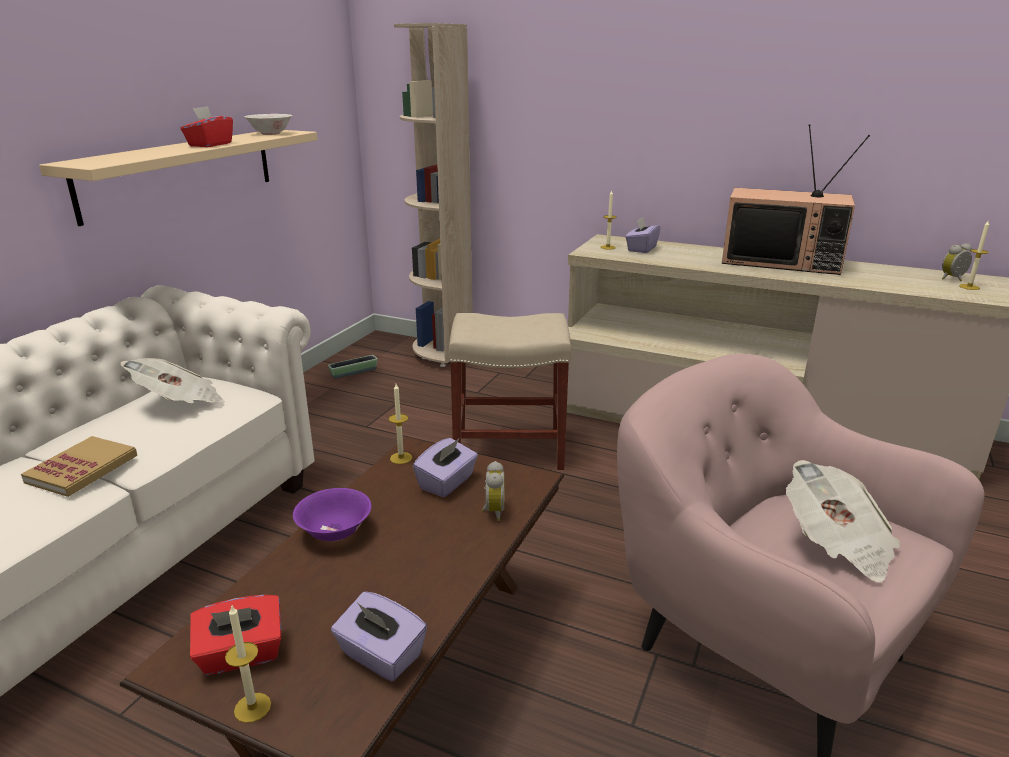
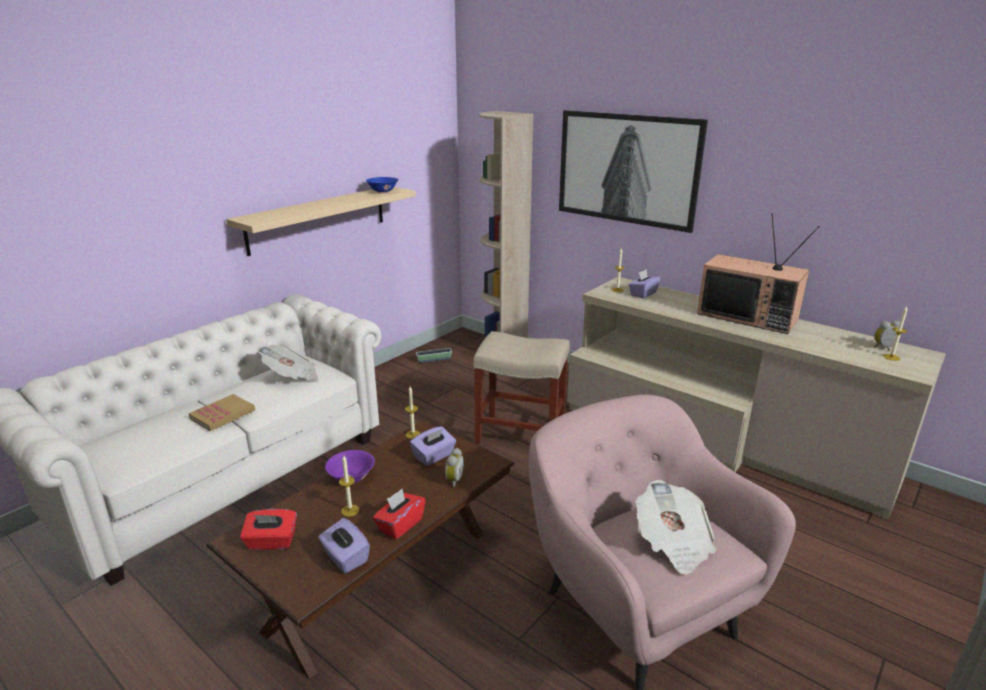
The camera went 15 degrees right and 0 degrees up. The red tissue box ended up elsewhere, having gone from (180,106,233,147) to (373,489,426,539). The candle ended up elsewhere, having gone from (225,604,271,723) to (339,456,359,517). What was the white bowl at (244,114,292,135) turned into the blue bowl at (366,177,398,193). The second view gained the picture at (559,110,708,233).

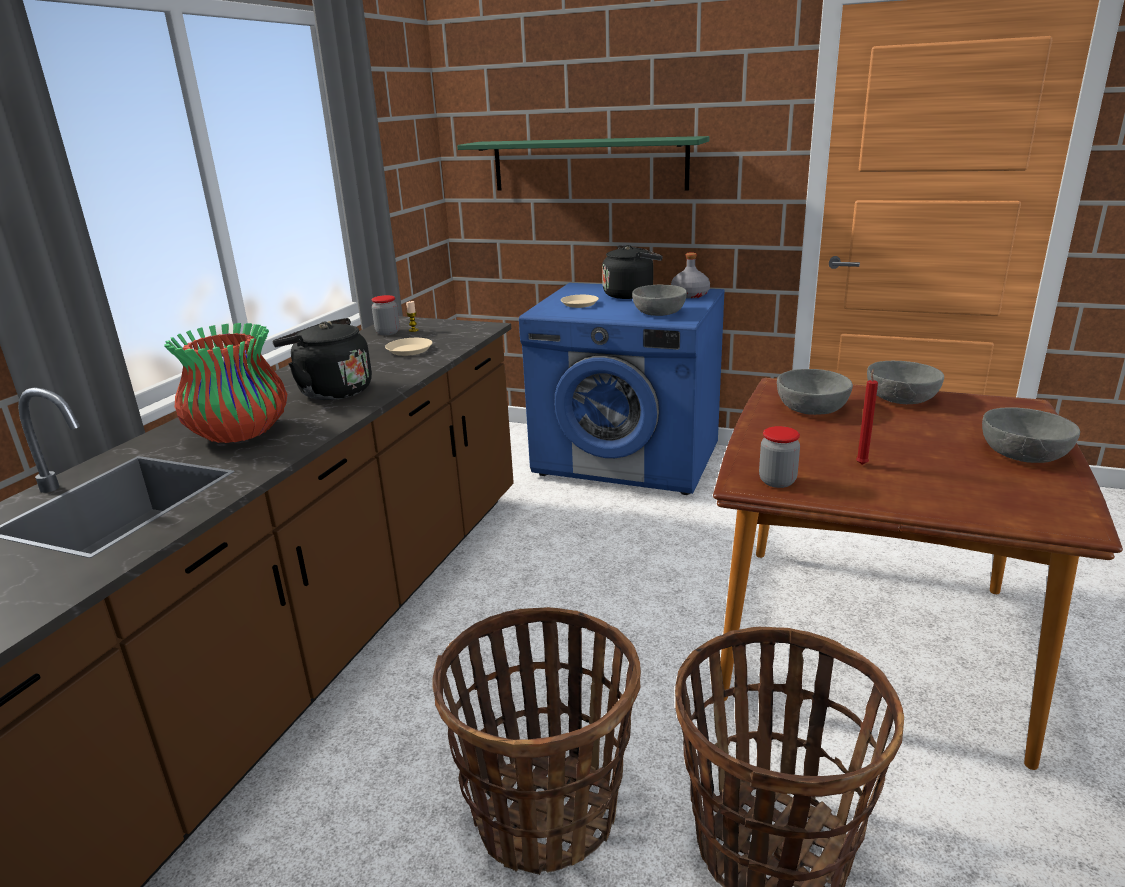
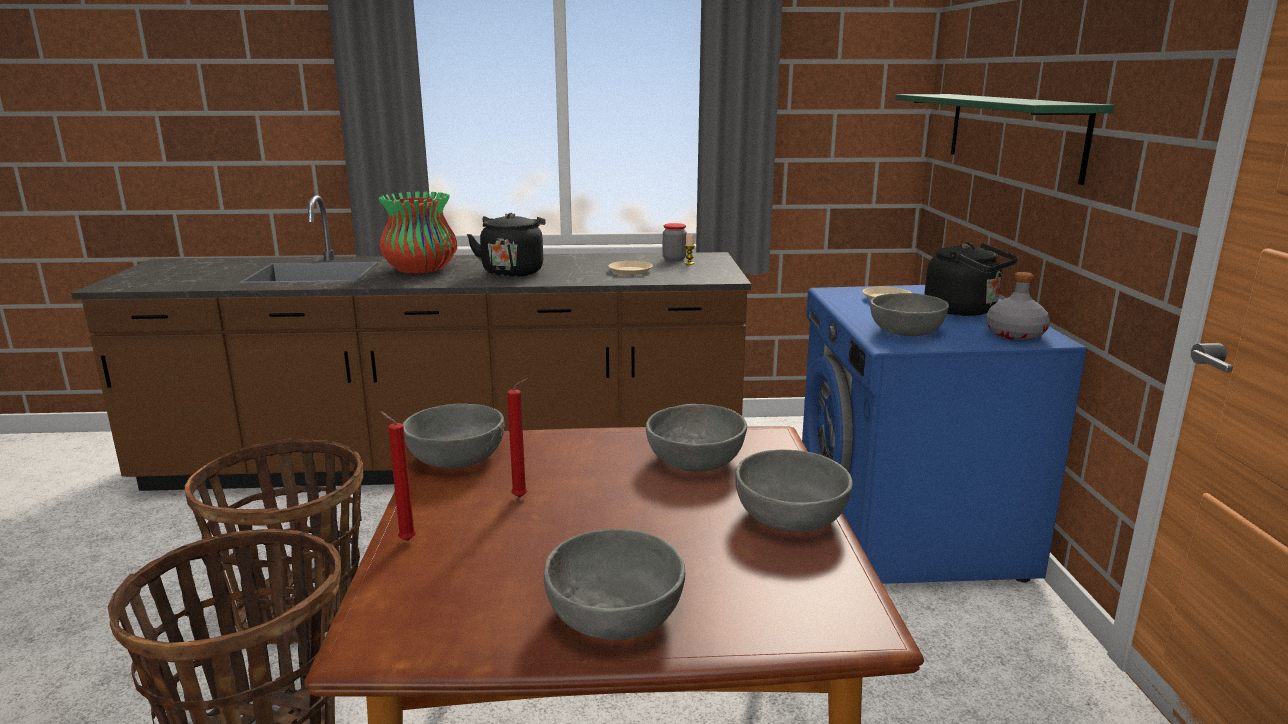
The camera went 65 degrees right and 5 degrees down. Where the jar stood at (759,426,800,488), the grey bowl came to stand at (403,404,504,468). The second view gained the red candle at (380,411,416,541).

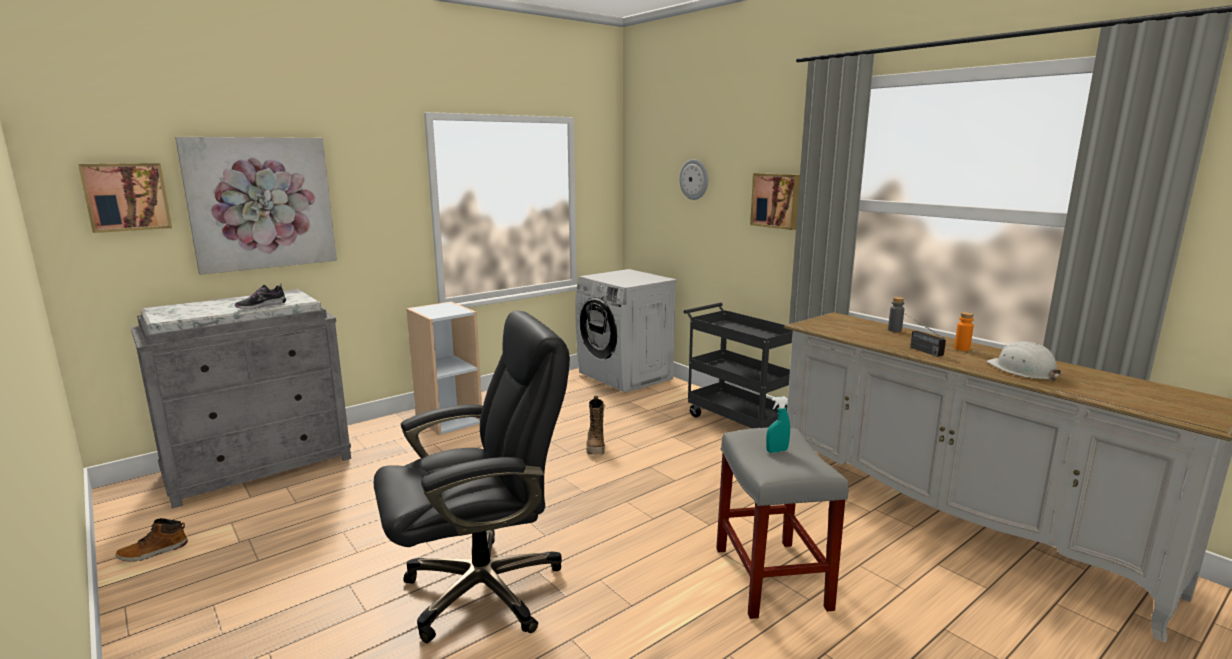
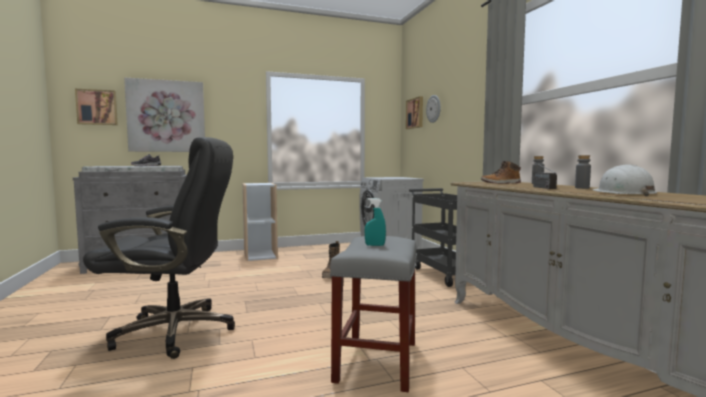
The camera went 20 degrees right and 10 degrees down. The boot ended up elsewhere, having gone from (115,518,188,562) to (481,161,521,184). The picture ended up elsewhere, having gone from (750,173,800,230) to (406,96,423,129). What was the orange bottle at (954,312,974,351) turned into the grey bottle at (575,155,591,189).

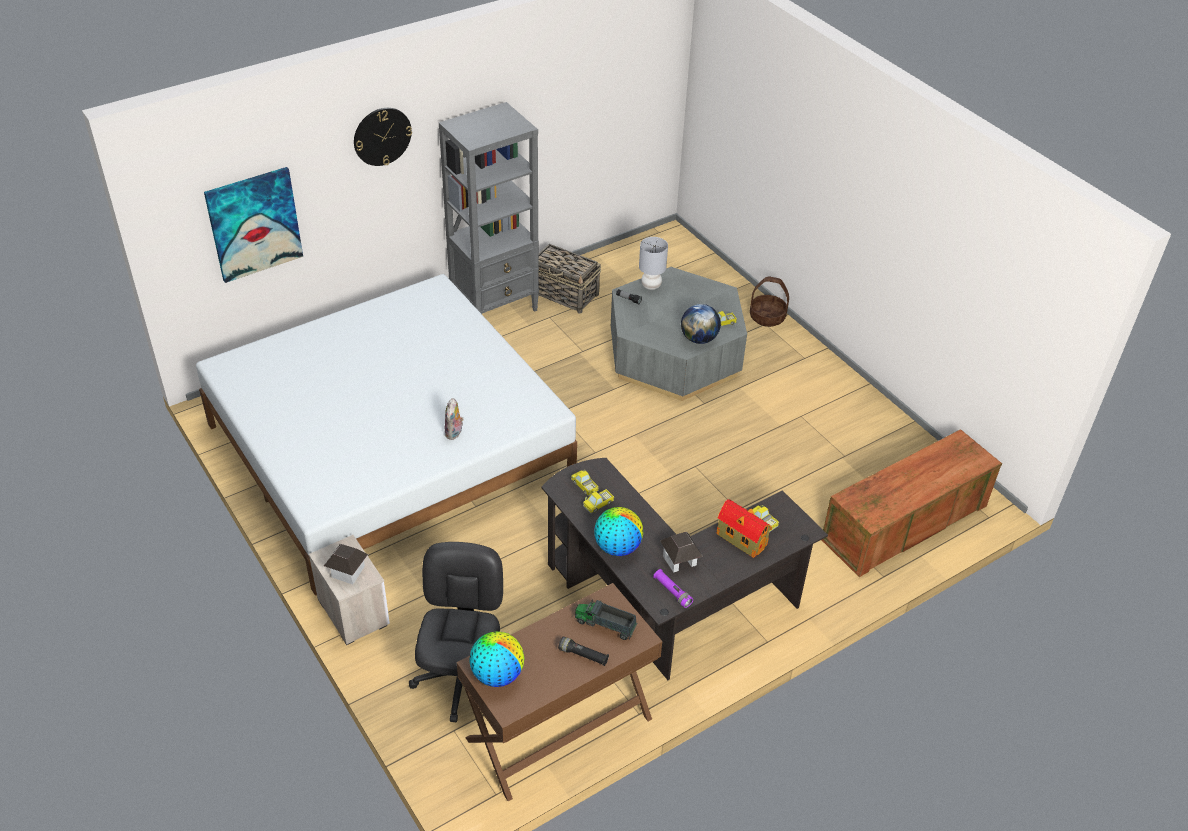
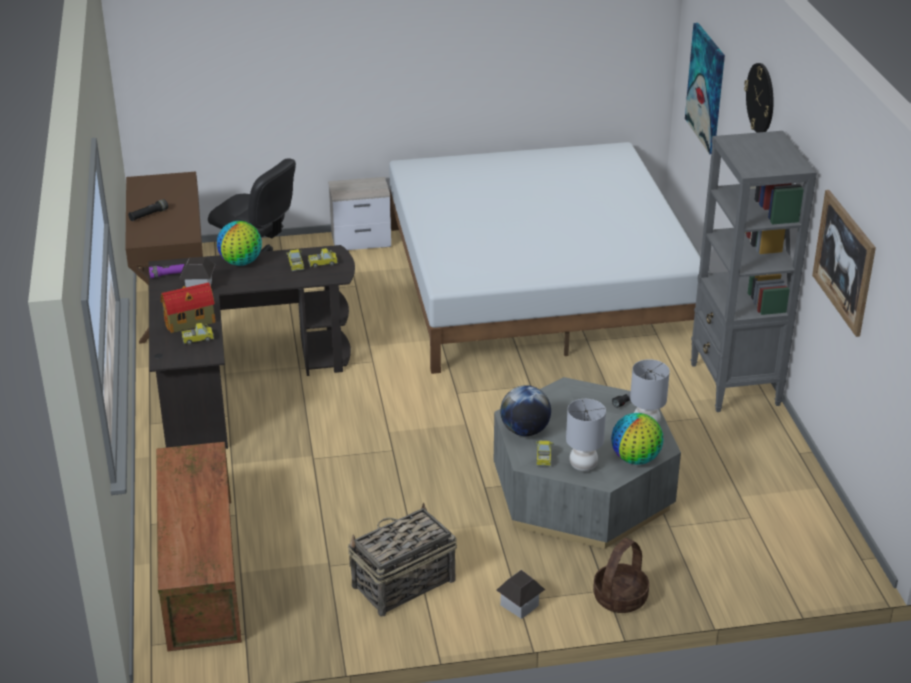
The camera went 115 degrees right and 10 degrees down. The toy house ended up elsewhere, having gone from (324,544,368,584) to (496,570,545,619). The second view lost the plush toy at (445,398,464,440). The globe ended up elsewhere, having gone from (469,631,524,687) to (611,413,664,465). The basket ended up elsewhere, having gone from (538,244,601,314) to (348,503,457,616). The second view lost the toy truck at (575,600,638,640). The second view gained the grey table lamp at (566,399,606,471). The second view gained the picture at (812,190,876,337).

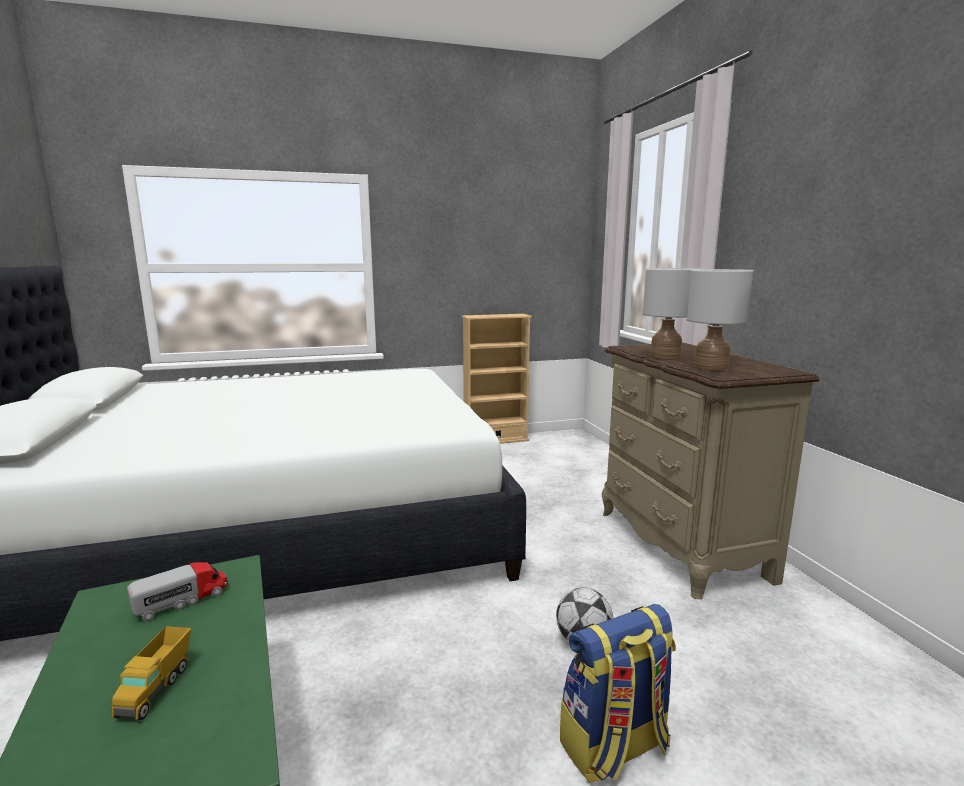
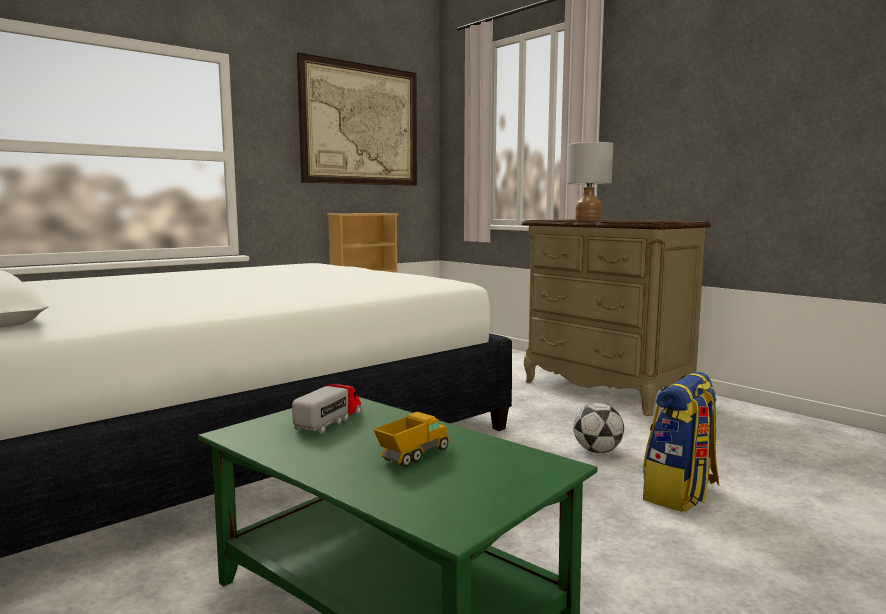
The camera went 25 degrees left and 5 degrees down. The toy truck at (111,626,191,720) ended up facing another way, 120 degrees counterclockwise from before. The second view lost the grey table lamp at (687,269,753,371). The second view gained the picture at (297,52,417,186).

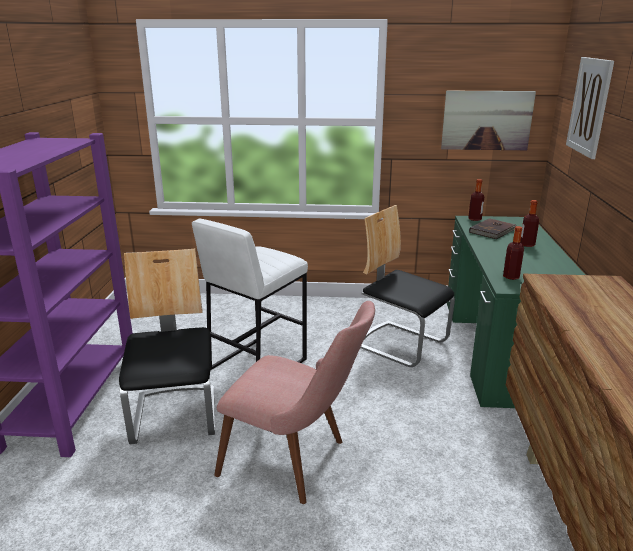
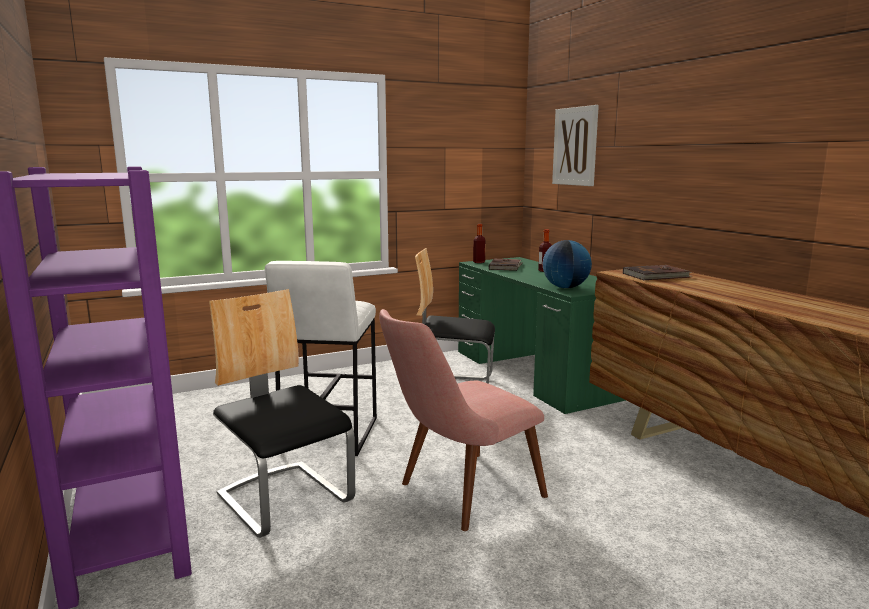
The camera went 30 degrees left and 10 degrees down. The pink chair at (214,301,375,504) ended up facing another way, 150 degrees clockwise from before. The second view lost the picture at (441,90,536,150). Where the bottle stood at (503,226,524,280), the globe came to stand at (543,240,592,288). The second view gained the brown book at (623,265,692,280).

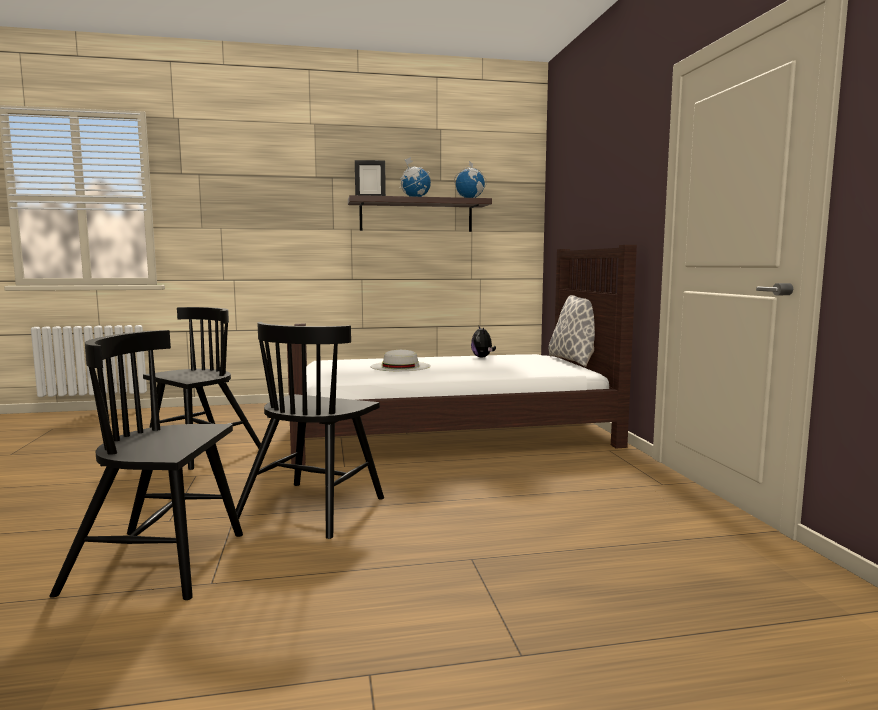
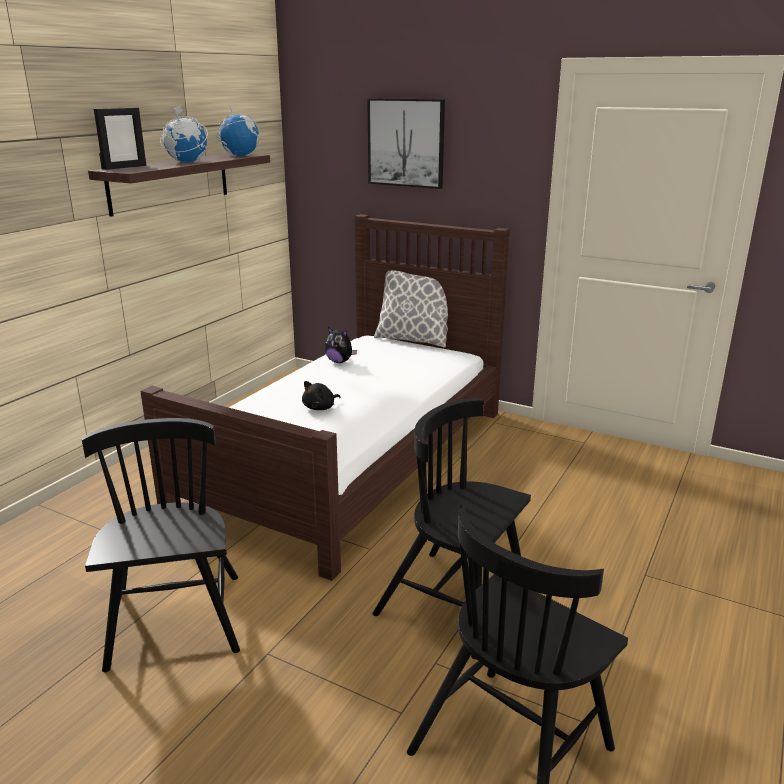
The camera went 50 degrees left and 15 degrees up. The black chair at (236,322,384,539) ended up facing another way, 150 degrees clockwise from before. Where the white hat stood at (371,350,431,371), the black plush toy came to stand at (302,381,341,410). The second view gained the picture at (367,98,445,189).

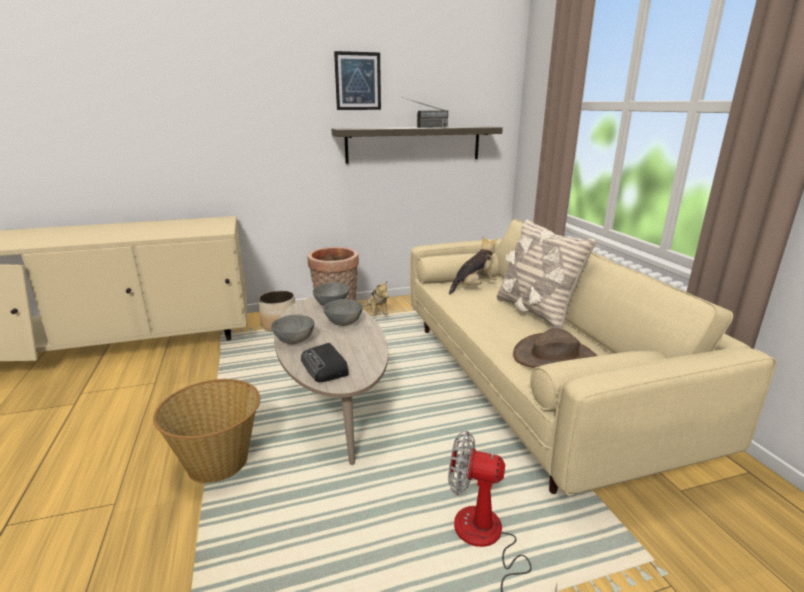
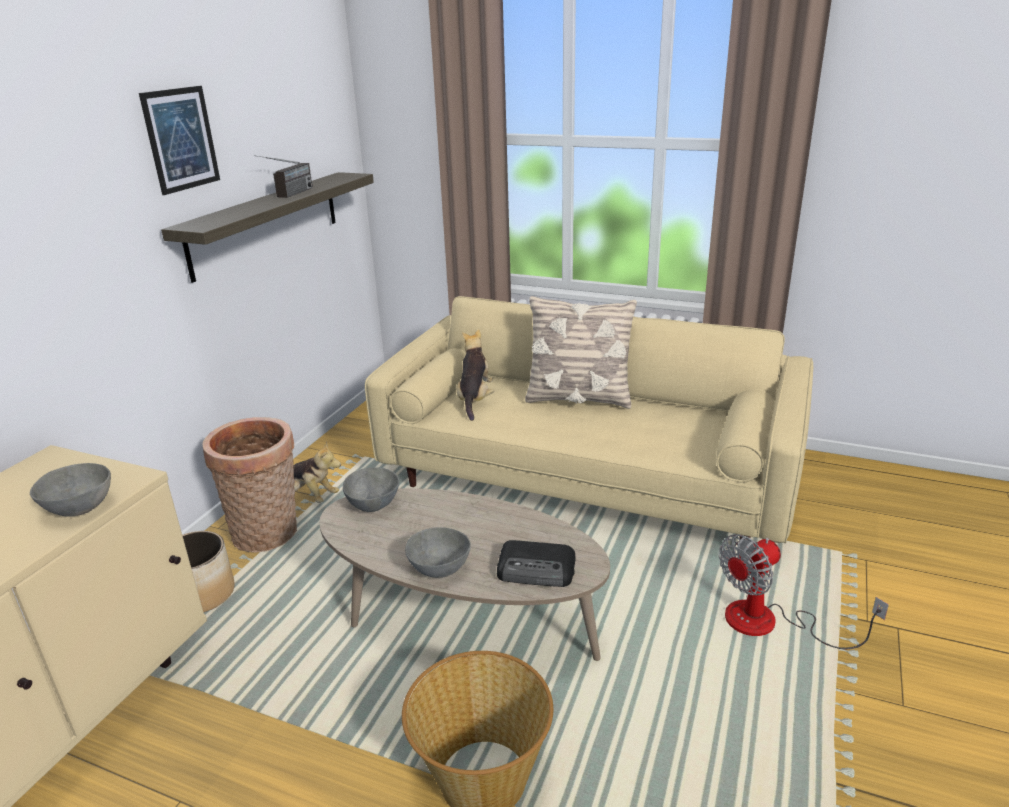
The camera went 50 degrees left and 5 degrees up. The grey bowl ended up elsewhere, having gone from (323,299,363,326) to (30,463,111,516). The second view lost the brown hat at (513,328,597,368).

